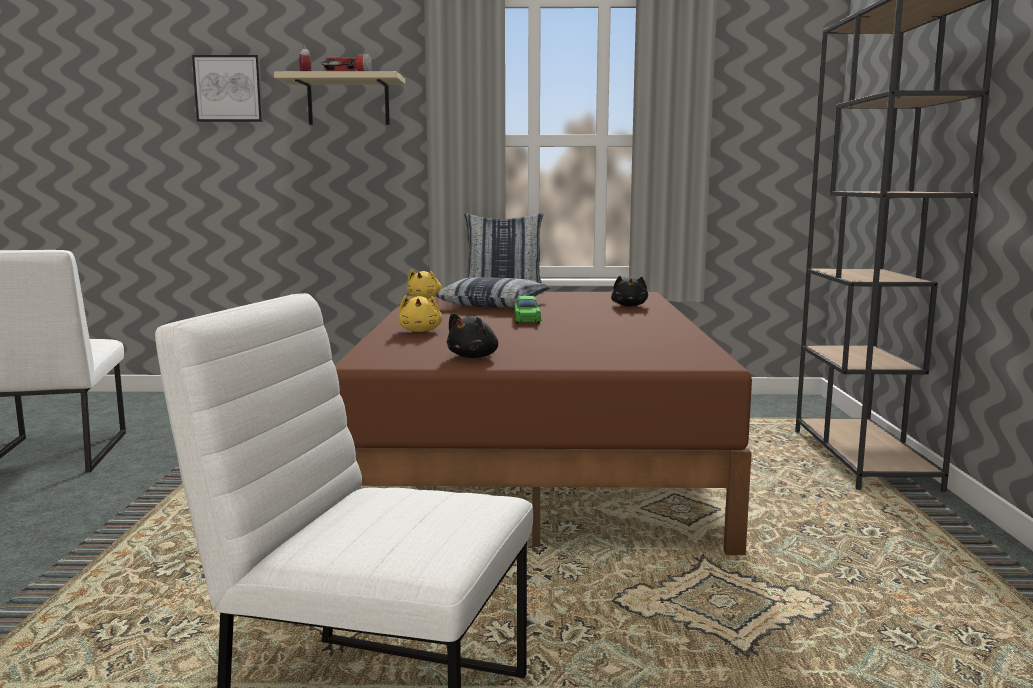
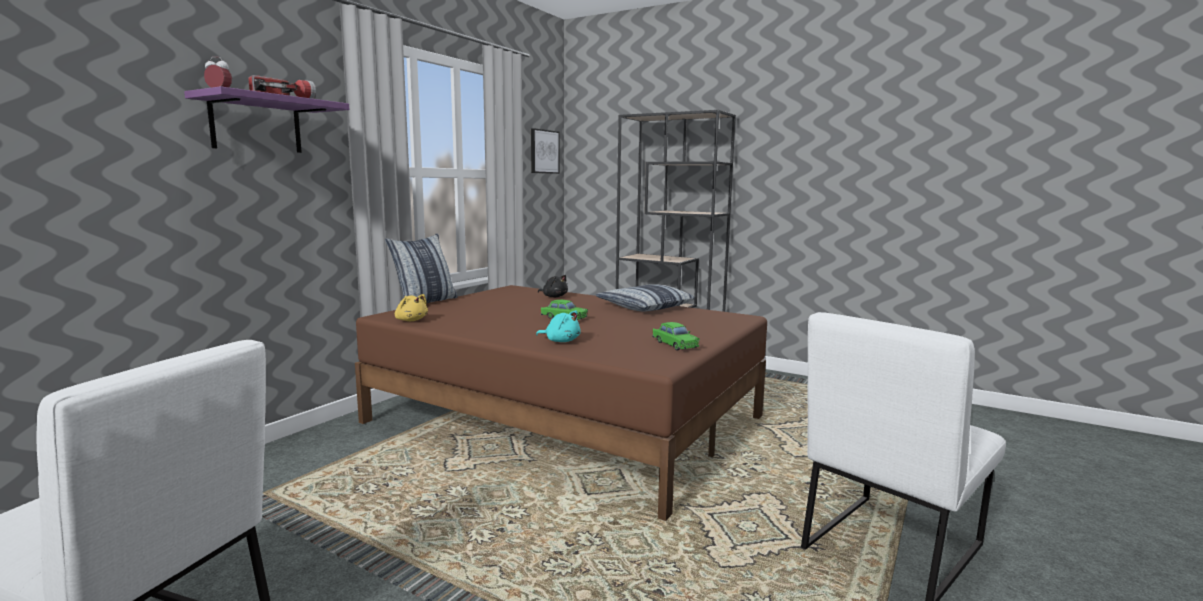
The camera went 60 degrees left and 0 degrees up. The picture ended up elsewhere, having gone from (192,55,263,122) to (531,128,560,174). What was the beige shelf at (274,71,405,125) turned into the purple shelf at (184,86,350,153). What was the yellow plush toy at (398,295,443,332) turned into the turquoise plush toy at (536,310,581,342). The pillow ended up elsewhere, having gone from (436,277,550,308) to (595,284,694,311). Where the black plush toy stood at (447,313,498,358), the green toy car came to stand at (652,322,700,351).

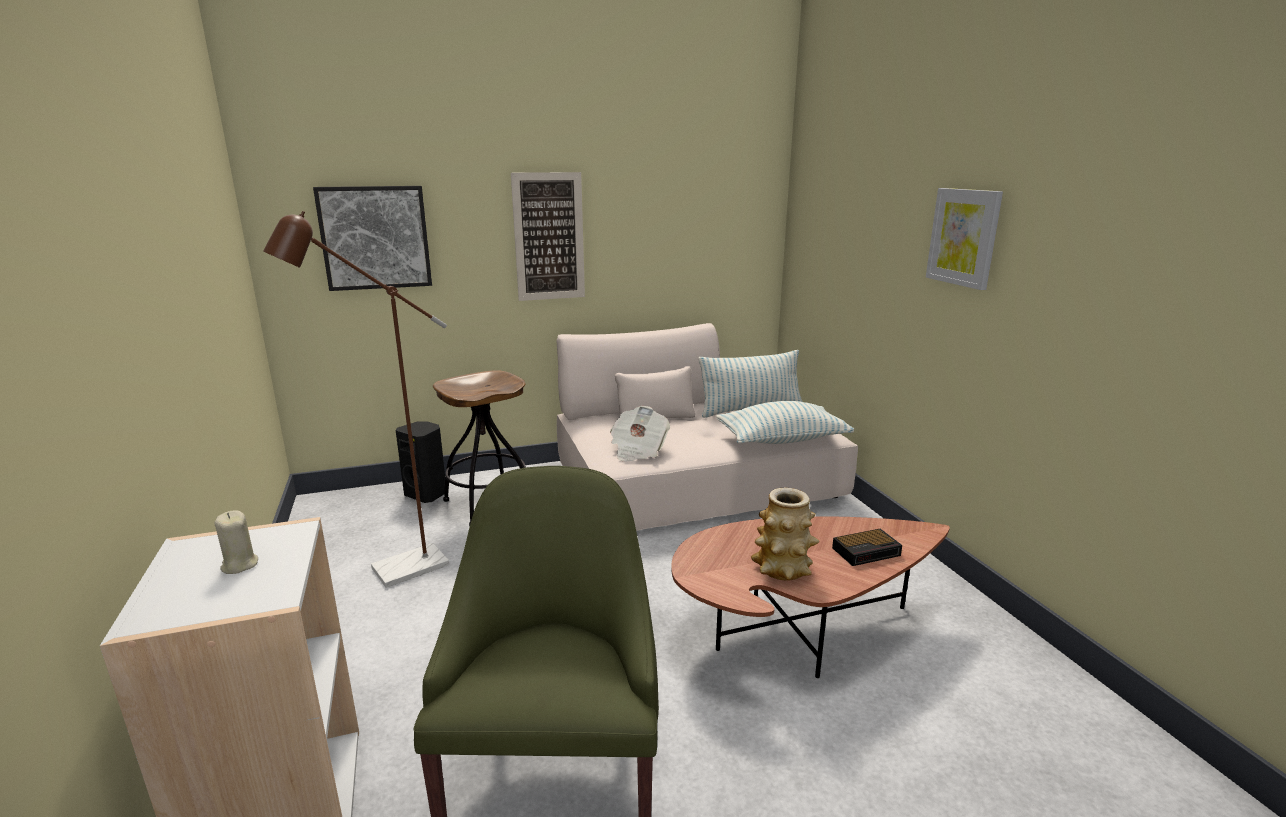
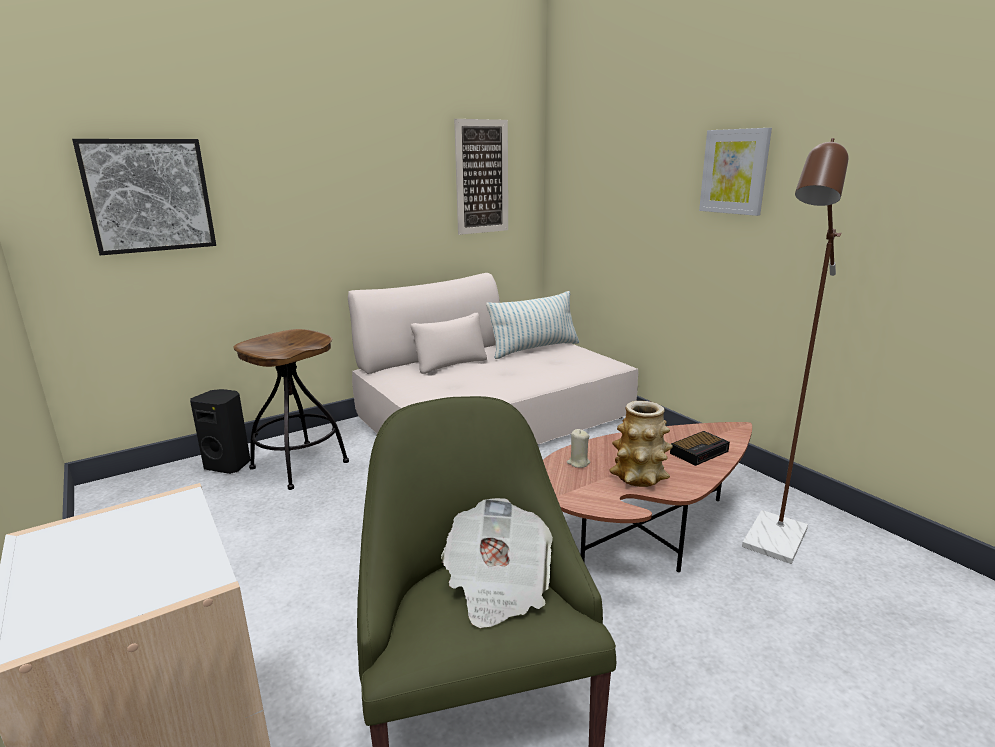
The camera went 15 degrees left and 0 degrees up. The beige candle ended up elsewhere, having gone from (214,510,258,574) to (567,429,590,468). The brown floor lamp ended up elsewhere, having gone from (263,211,450,588) to (742,138,849,564). The picture ended up elsewhere, having gone from (511,172,585,301) to (454,119,508,235). The newspaper ended up elsewhere, having gone from (610,406,670,461) to (441,498,553,628). The second view lost the pillow at (716,401,854,444).

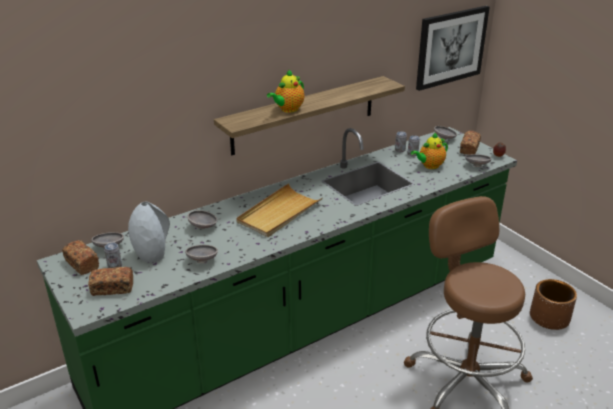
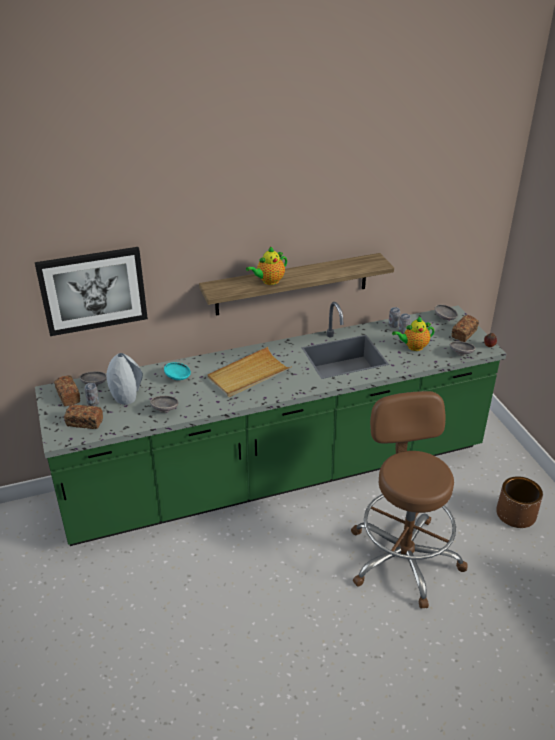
The camera went 15 degrees right and 5 degrees up. What was the grey bowl at (187,210,217,229) turned into the turquoise bowl at (164,362,191,380). The picture ended up elsewhere, having gone from (416,6,490,91) to (35,247,148,336).

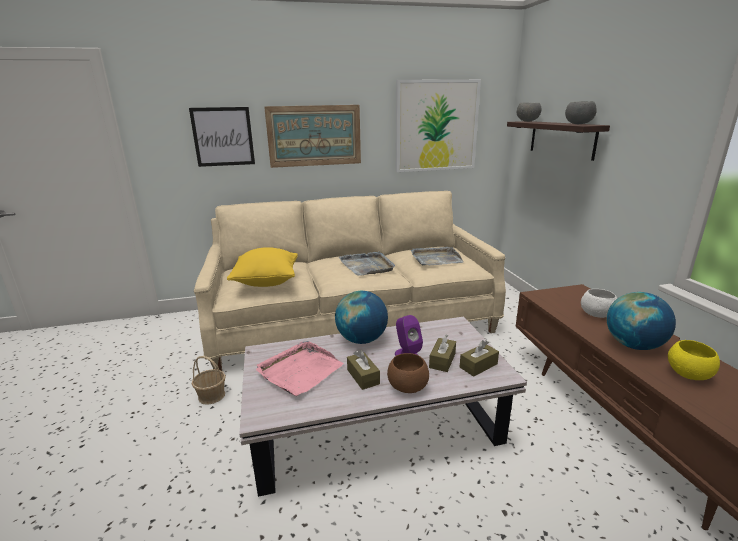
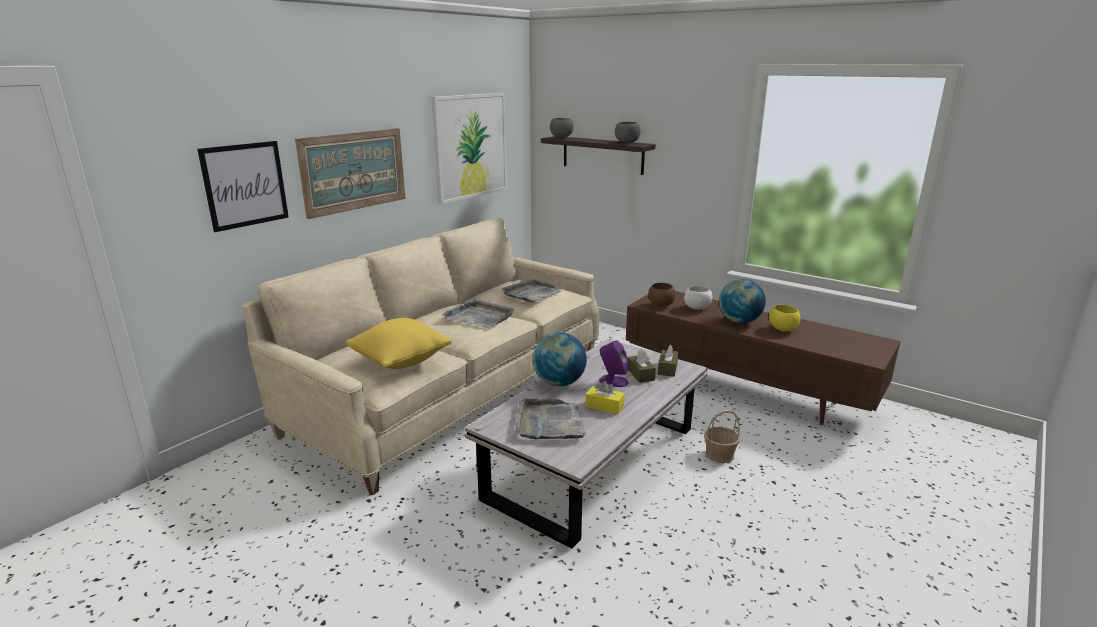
The camera went 40 degrees left and 0 degrees up. The basket ended up elsewhere, having gone from (192,356,226,405) to (704,410,740,463). What was the pink tray at (256,341,344,396) turned into the grey tray at (515,398,586,439). What was the brown tissue box at (347,350,380,390) turned into the yellow tissue box at (585,381,625,415). The brown bowl ended up elsewhere, having gone from (387,353,429,393) to (648,283,676,307).

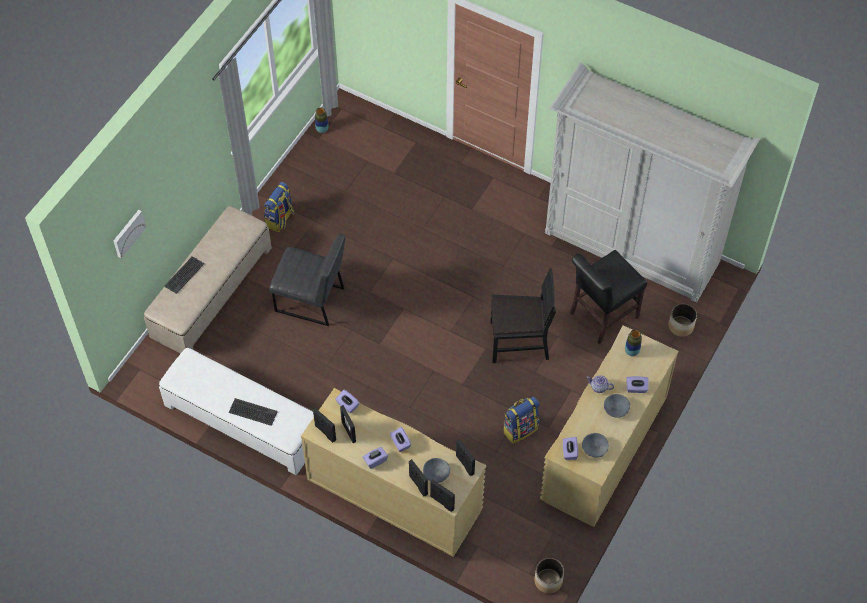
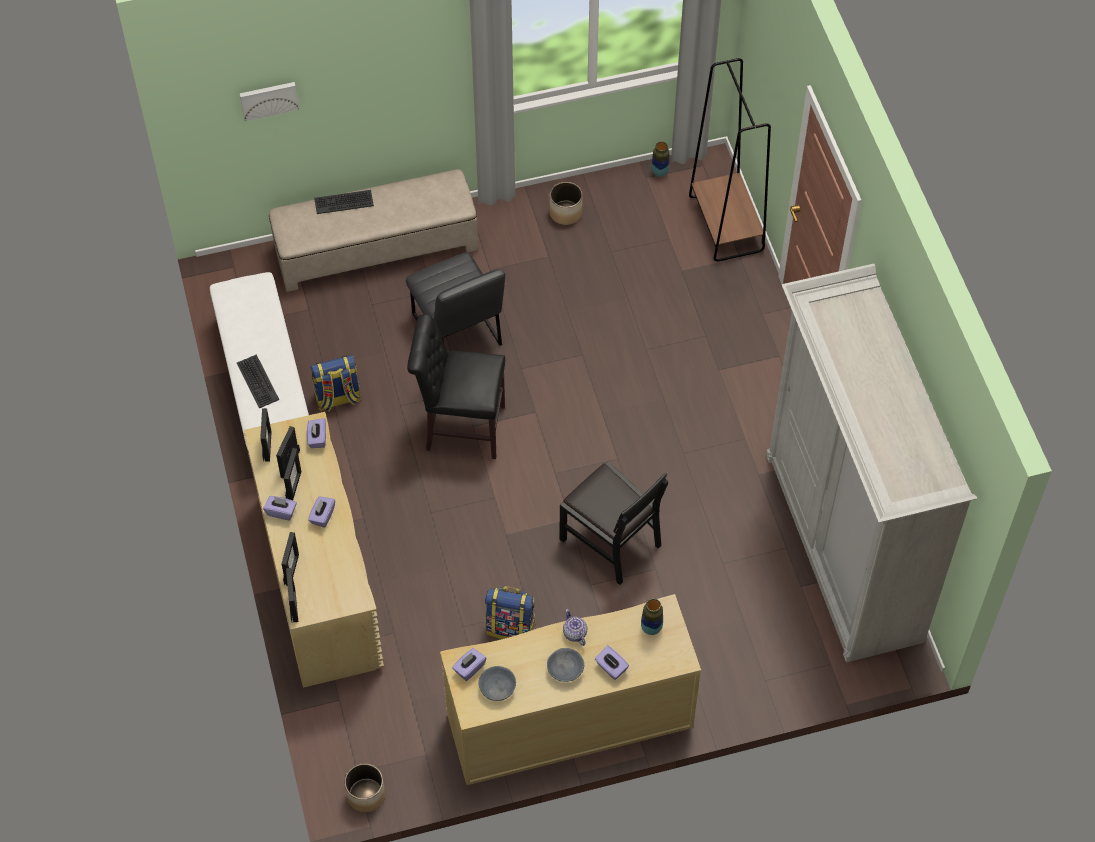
The camera went 45 degrees right and 0 degrees up. The backpack ended up elsewhere, having gone from (264,182,294,233) to (310,355,361,412). The second view lost the grey bowl at (423,458,450,483). The picture frame ended up elsewhere, having gone from (456,439,475,477) to (284,448,301,500). The black chair ended up elsewhere, having gone from (570,250,647,344) to (407,314,505,459). The planter ended up elsewhere, having gone from (668,304,697,337) to (549,182,582,225). The second view gained the clothes rack at (689,58,771,262).

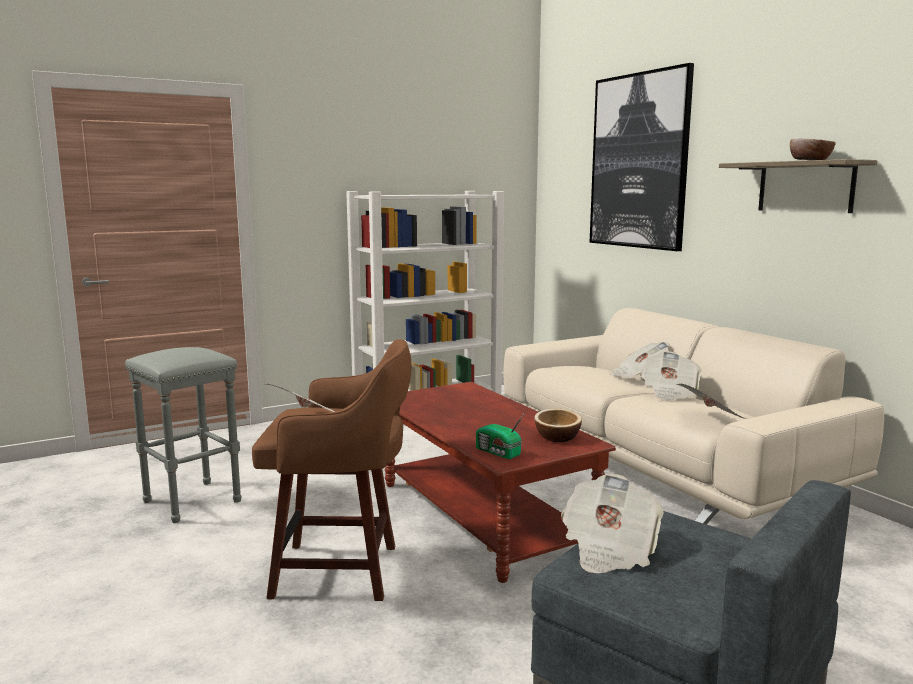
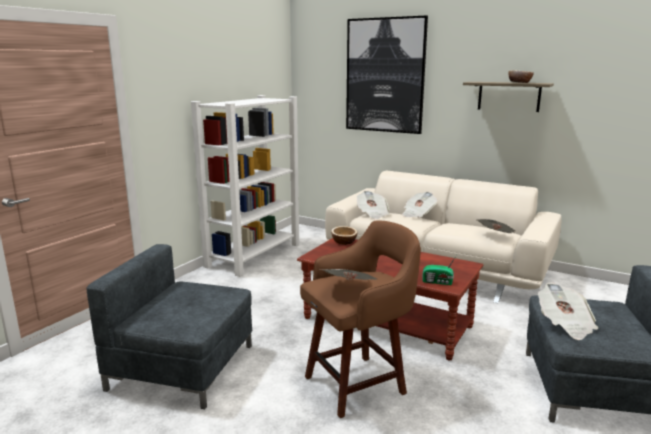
The camera went 30 degrees left and 5 degrees up. Where the grey stool stood at (125,347,241,523), the grey armchair came to stand at (86,244,252,409). The bowl ended up elsewhere, having gone from (534,408,582,442) to (331,226,357,245). The newspaper ended up elsewhere, having gone from (640,351,701,401) to (357,191,390,219).

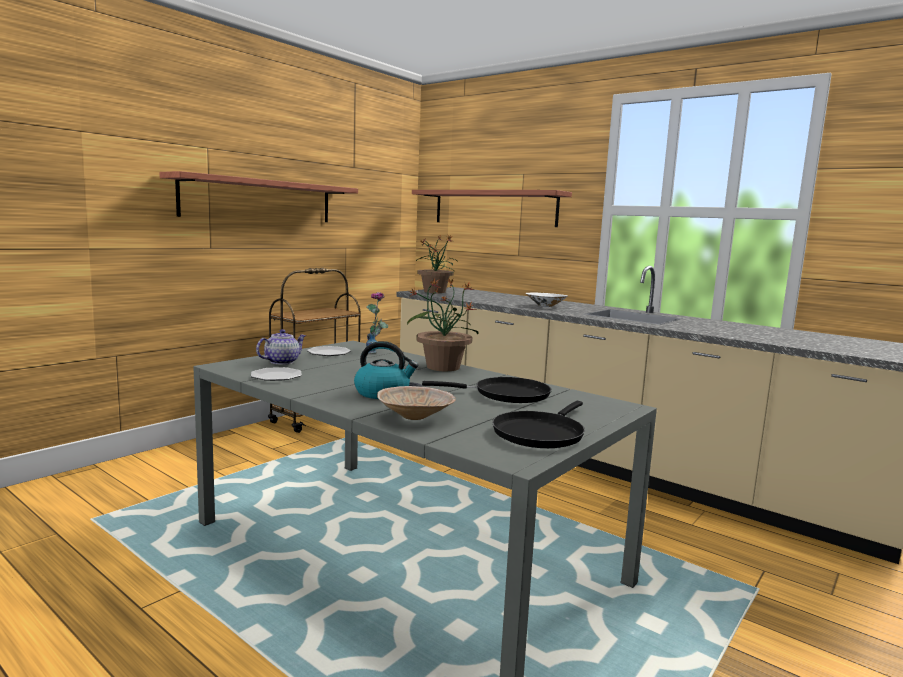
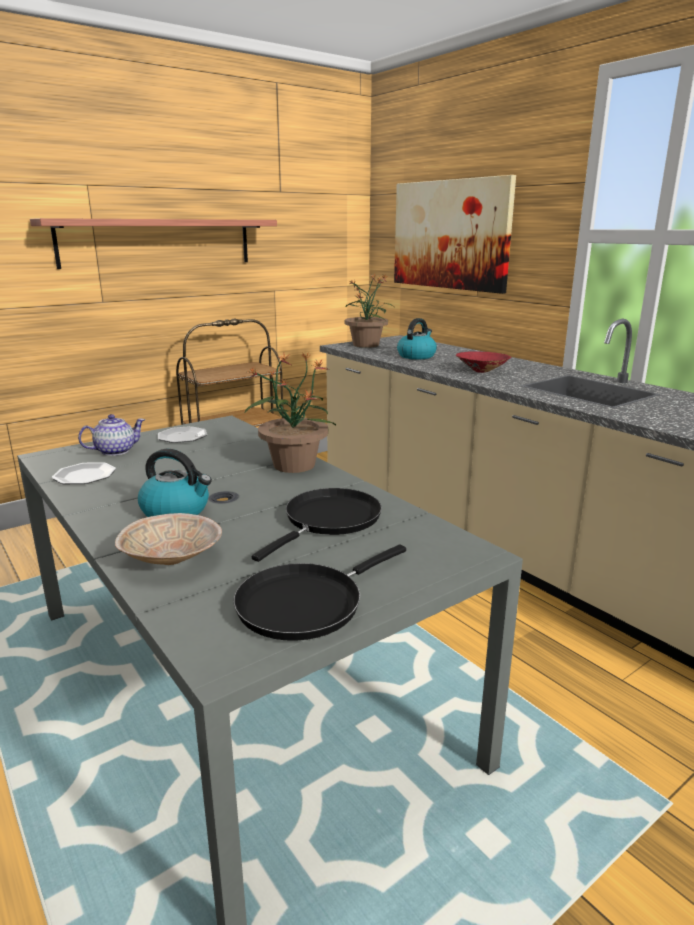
The camera went 15 degrees right and 10 degrees up. The second view lost the vase at (366,292,388,353). Where the shelf hung at (412,190,572,227), the picture came to hang at (394,175,516,294). The black frying pan at (422,377,551,403) ended up facing another way, 75 degrees counterclockwise from before. What was the white bowl at (526,292,567,307) turned into the red bowl at (456,351,512,373). The second view gained the kettle at (397,318,437,359).

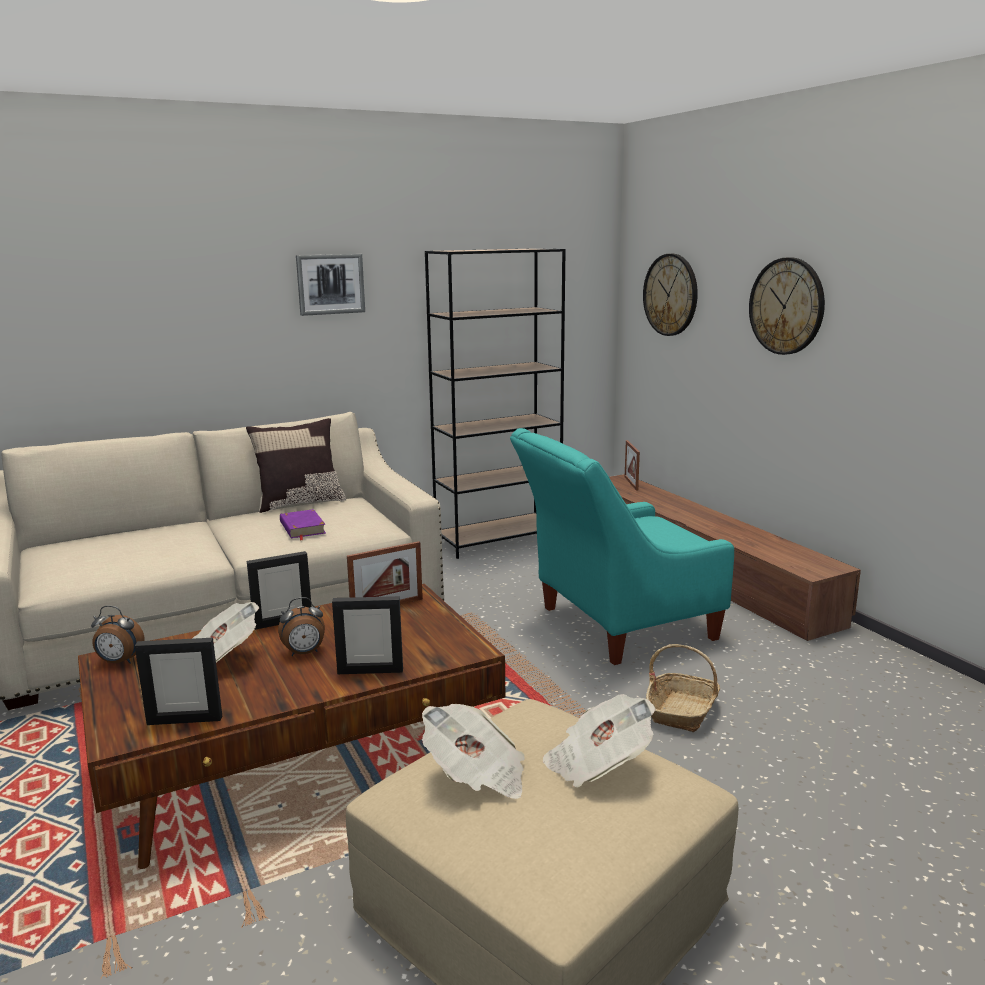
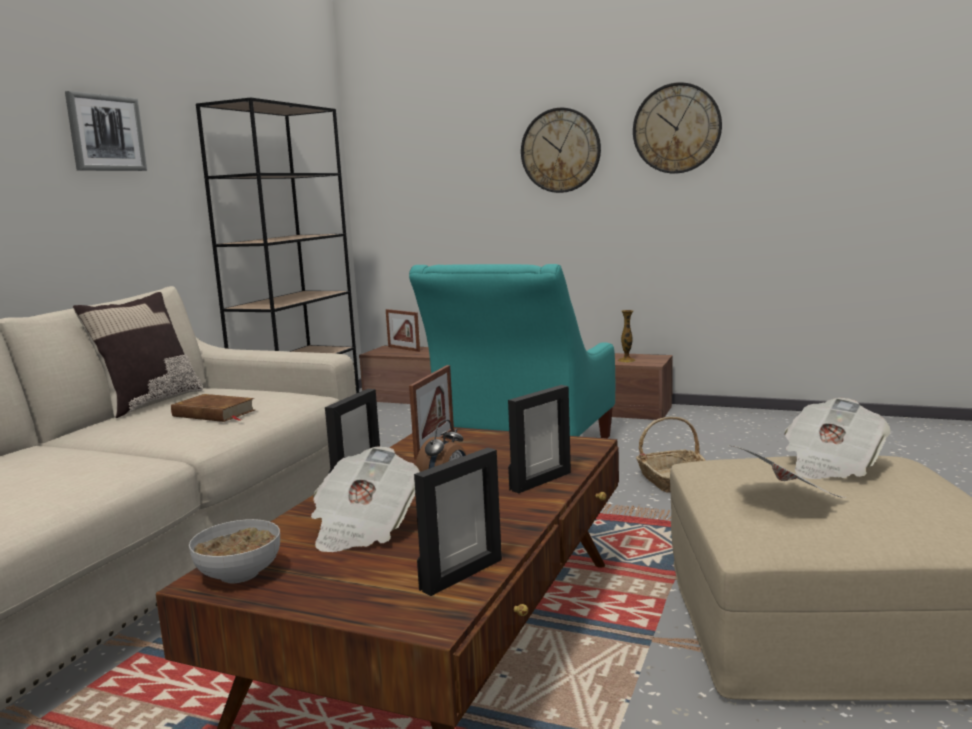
The camera went 40 degrees left and 5 degrees down. Where the alarm clock stood at (91,606,145,664), the bowl came to stand at (189,519,280,583). What was the purple book at (280,509,326,541) turned into the brown book at (171,394,255,422). The wall clock ended up elsewhere, having gone from (643,254,698,336) to (633,82,722,173). The second view gained the vase at (618,310,636,363).

